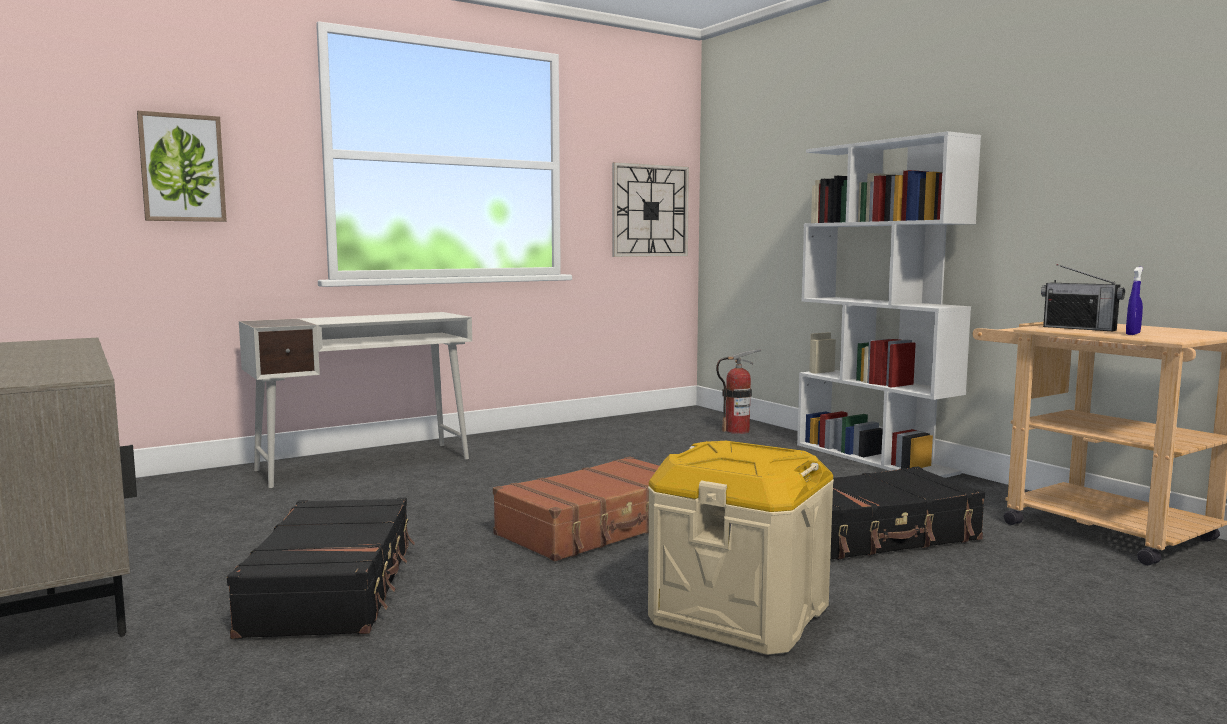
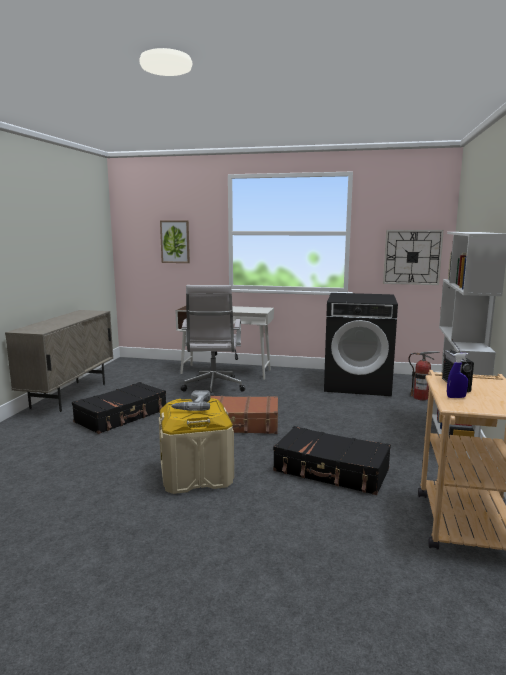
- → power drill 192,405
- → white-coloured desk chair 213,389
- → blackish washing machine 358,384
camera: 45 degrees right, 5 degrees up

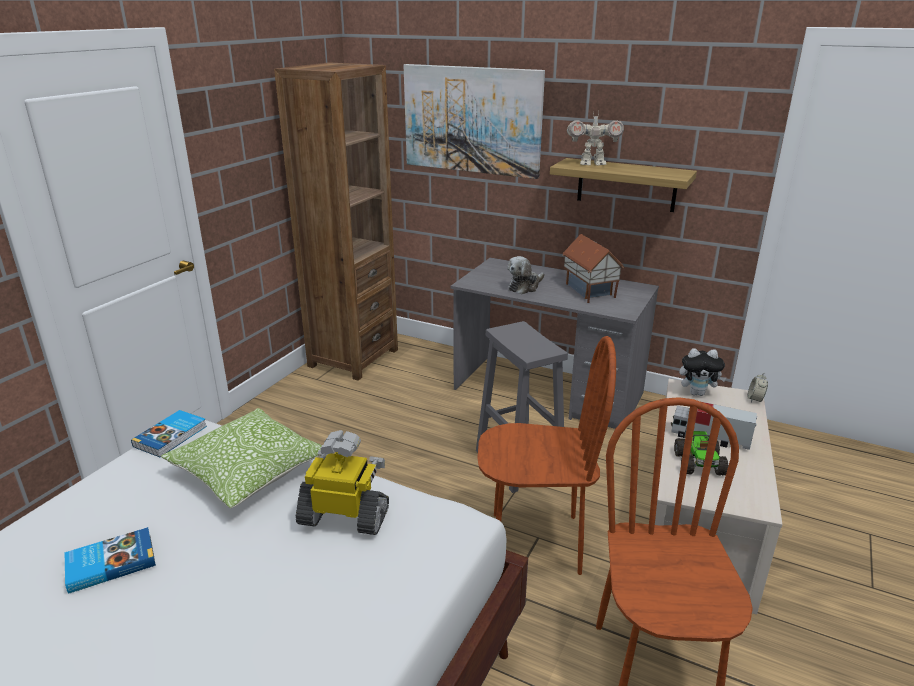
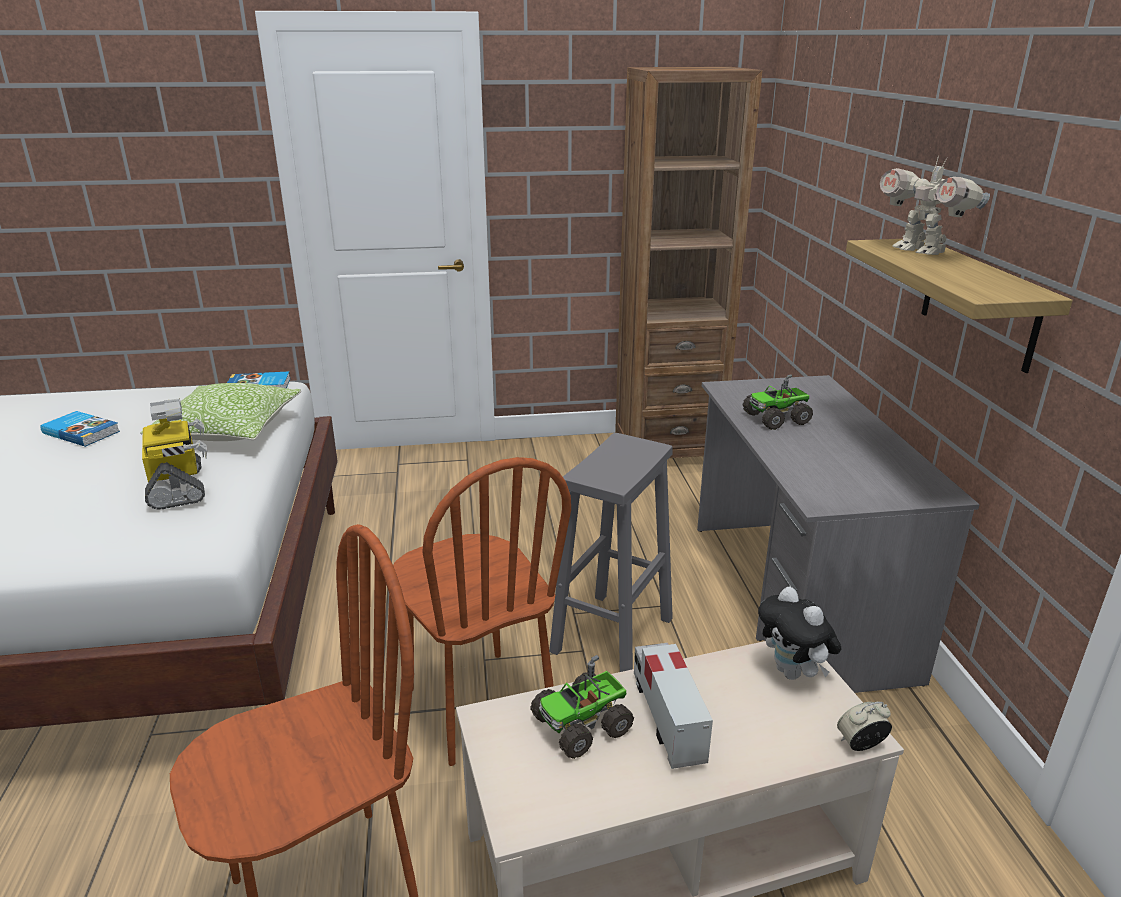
wall art 472,120 → -
miniature house 588,291 → -
cuddly toy 525,287 → toy lorry 777,418
camera: 55 degrees right, 0 degrees up

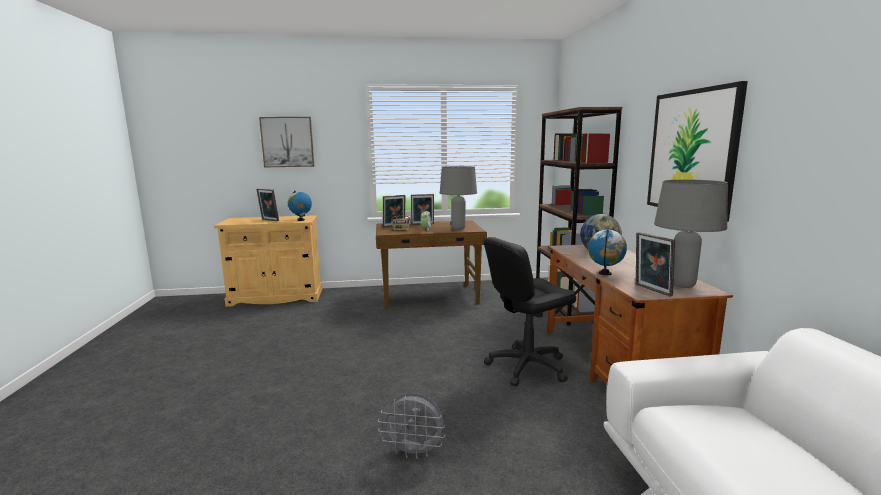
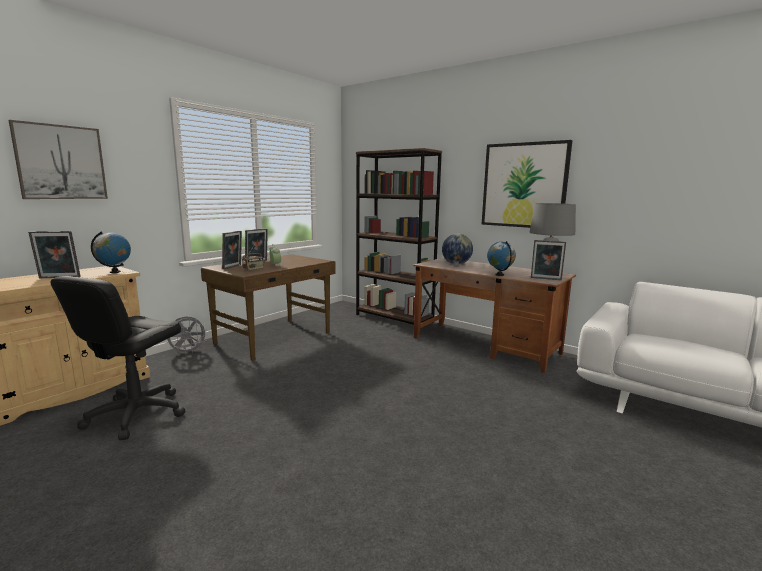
greyish lamp for a table 458,229 → -
greyish fan 414,452 → greyish fan 188,352, shifted
blackish desk chair 527,366 → blackish desk chair 136,414, shifted
camera: 45 degrees left, 0 degrees up

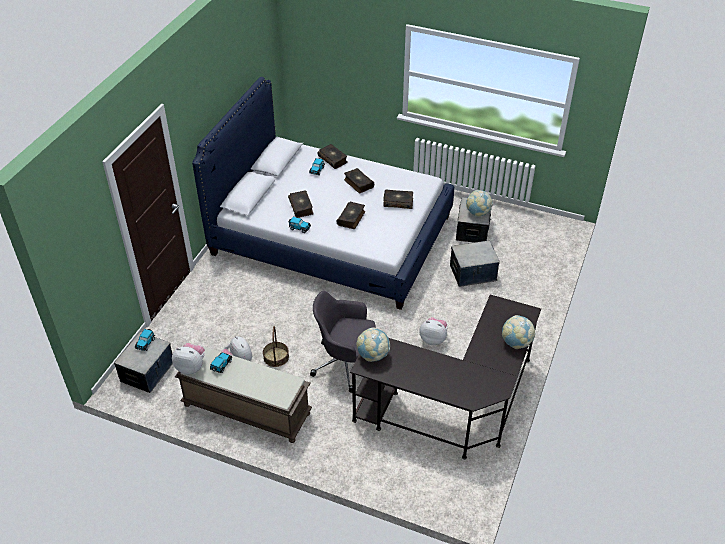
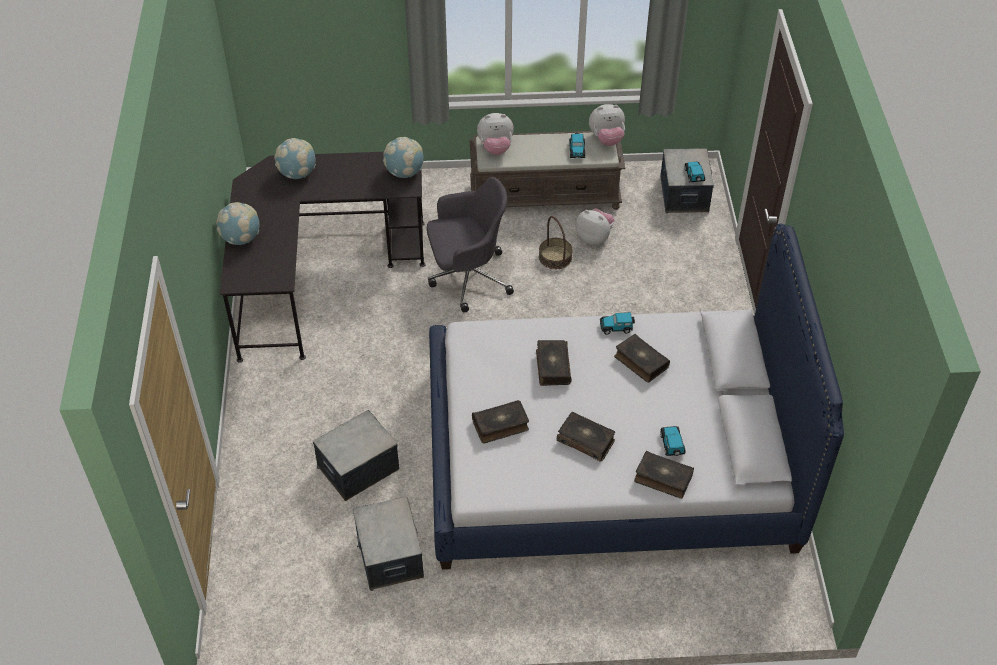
cuddly toy 433,339 → cuddly toy 495,148, shifted
desk globe 478,213 → desk globe 297,174, shifted
camera: 155 degrees right, 5 degrees up

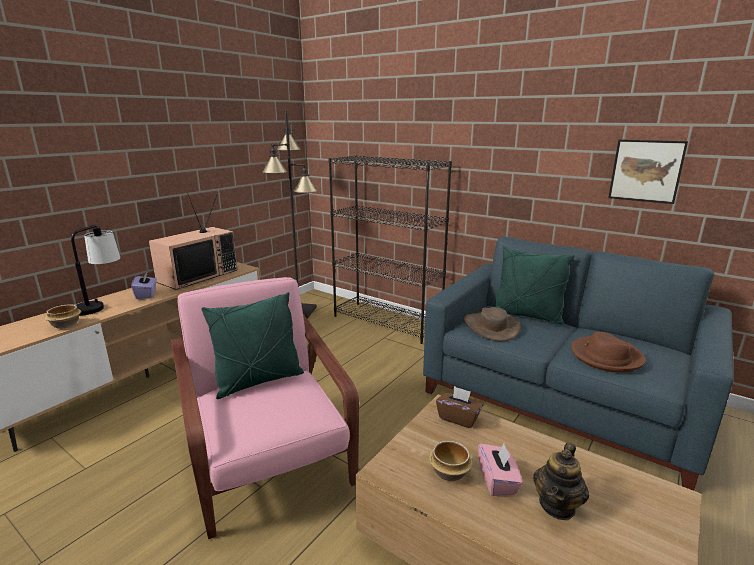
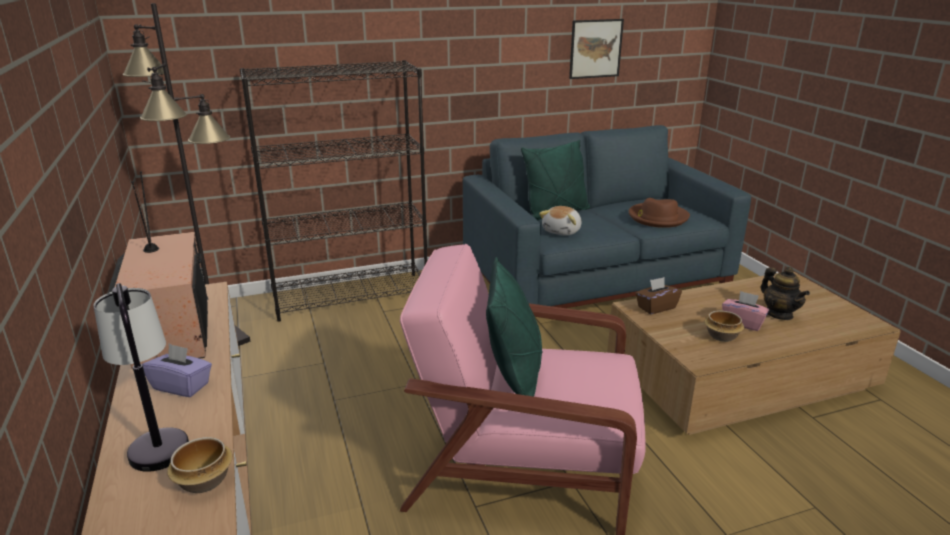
brownish wearable hat 491,327 → cuddly toy 562,231
camera: 55 degrees left, 5 degrees up

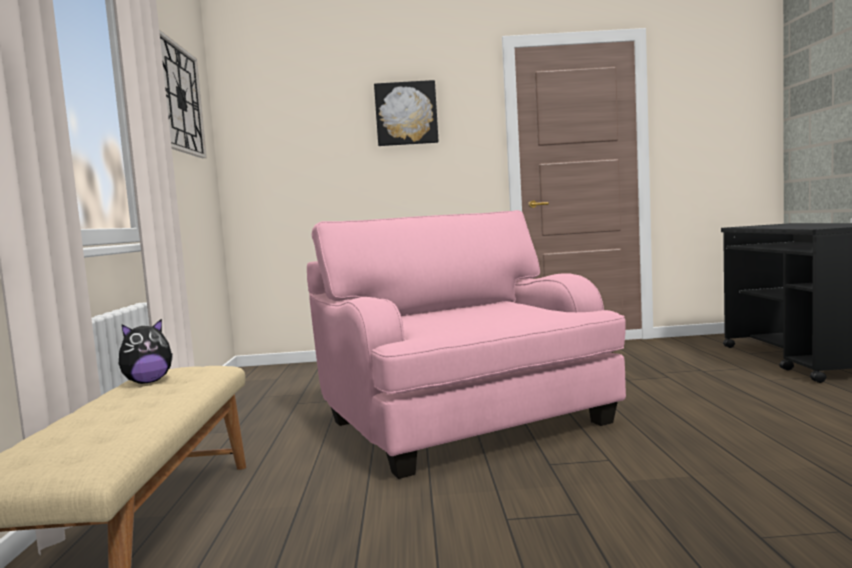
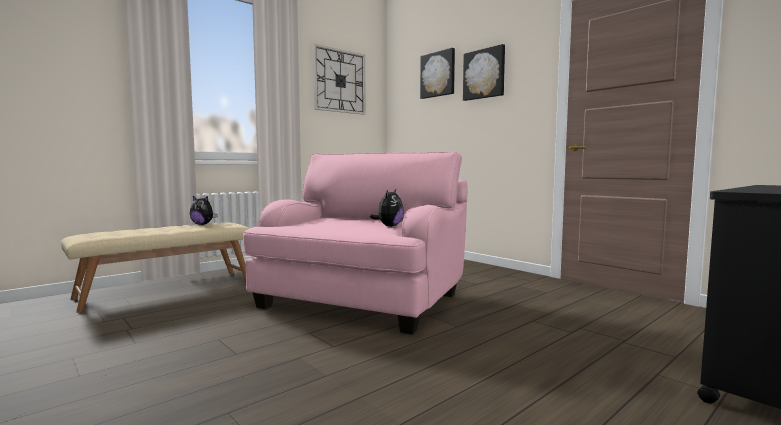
- → cuddly toy 389,226
- → wall art 438,74
camera: 50 degrees right, 0 degrees up

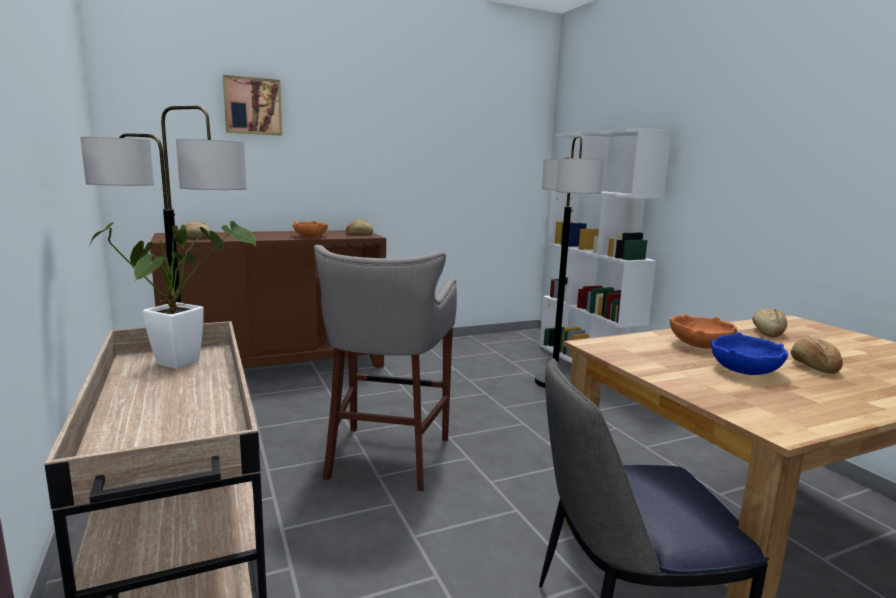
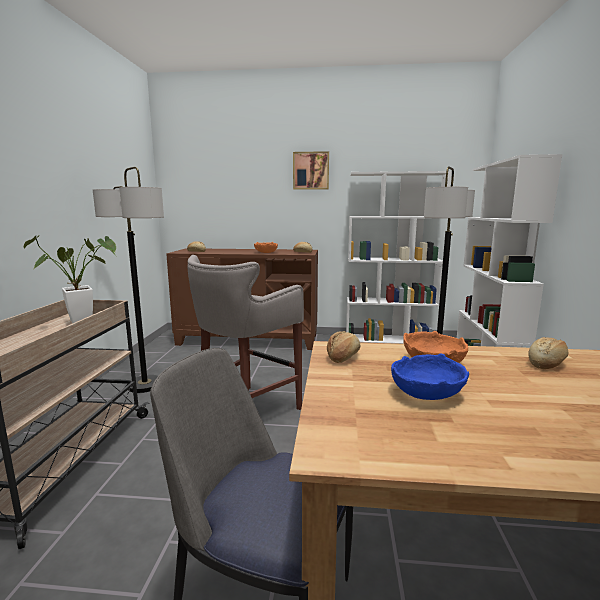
- → white-coloured bookshelf 390,340
wall art 252,106 → wall art 311,171, shifted
bread 813,367 → bread 342,357, shifted
camera: 30 degrees right, 0 degrees up

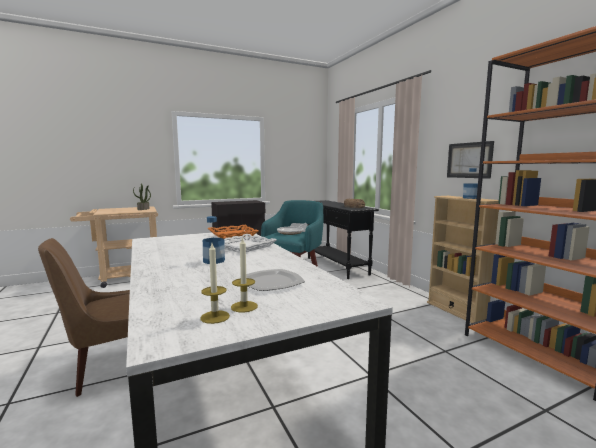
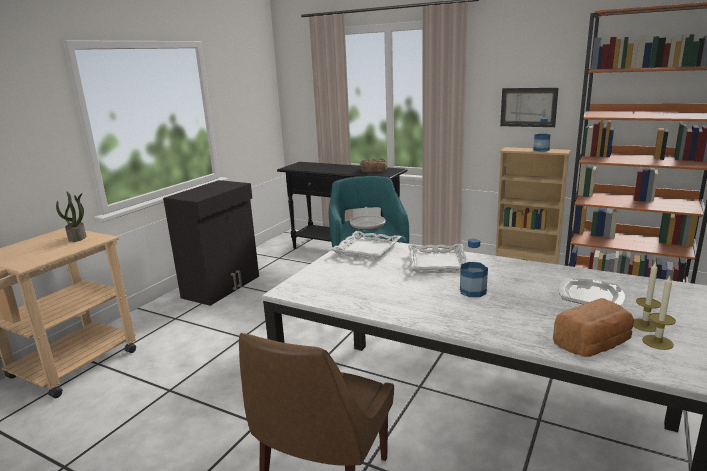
- → bread 593,345
orange-coloured tray 232,234 → white-coloured tray 366,249
camera: 35 degrees left, 10 degrees up

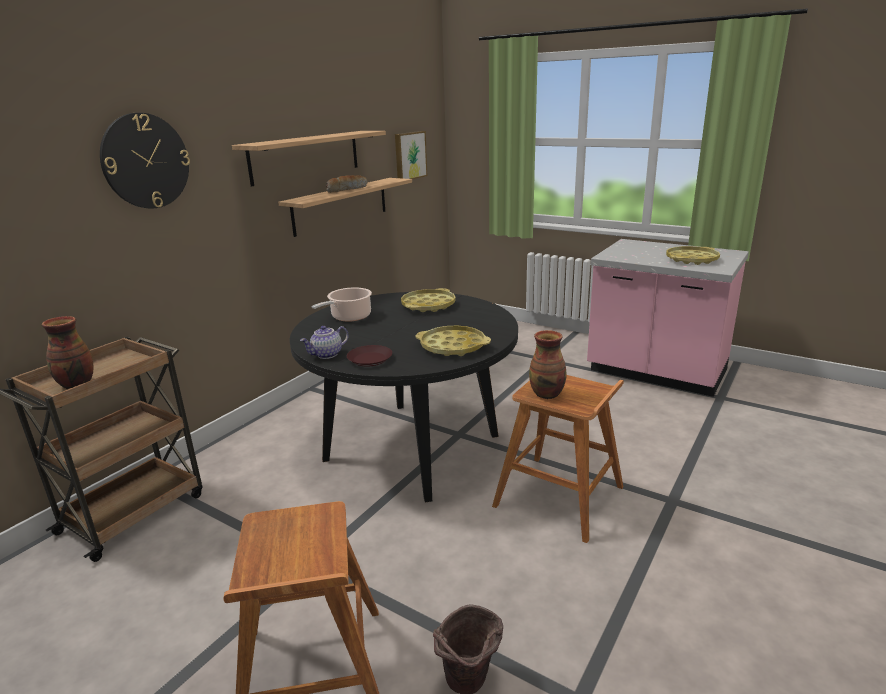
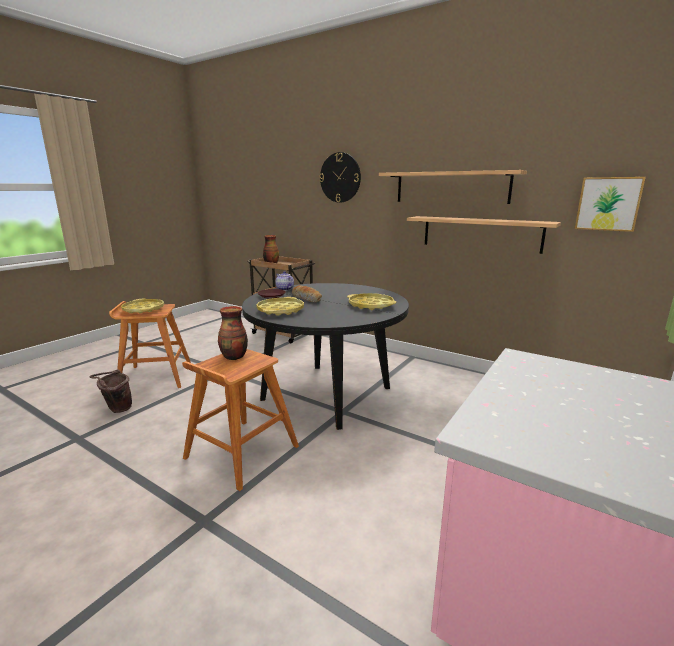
cooking pot 349,317 → -
bread 347,189 → bread 307,299, shifted
yellow-coloured tray 692,259 → yellow-coloured tray 143,309, shifted
camera: 90 degrees right, 5 degrees down

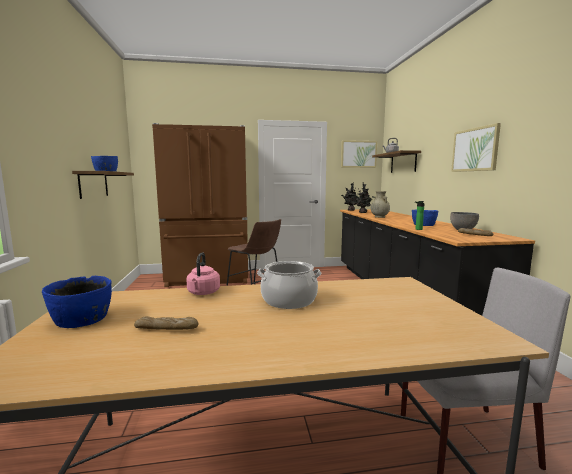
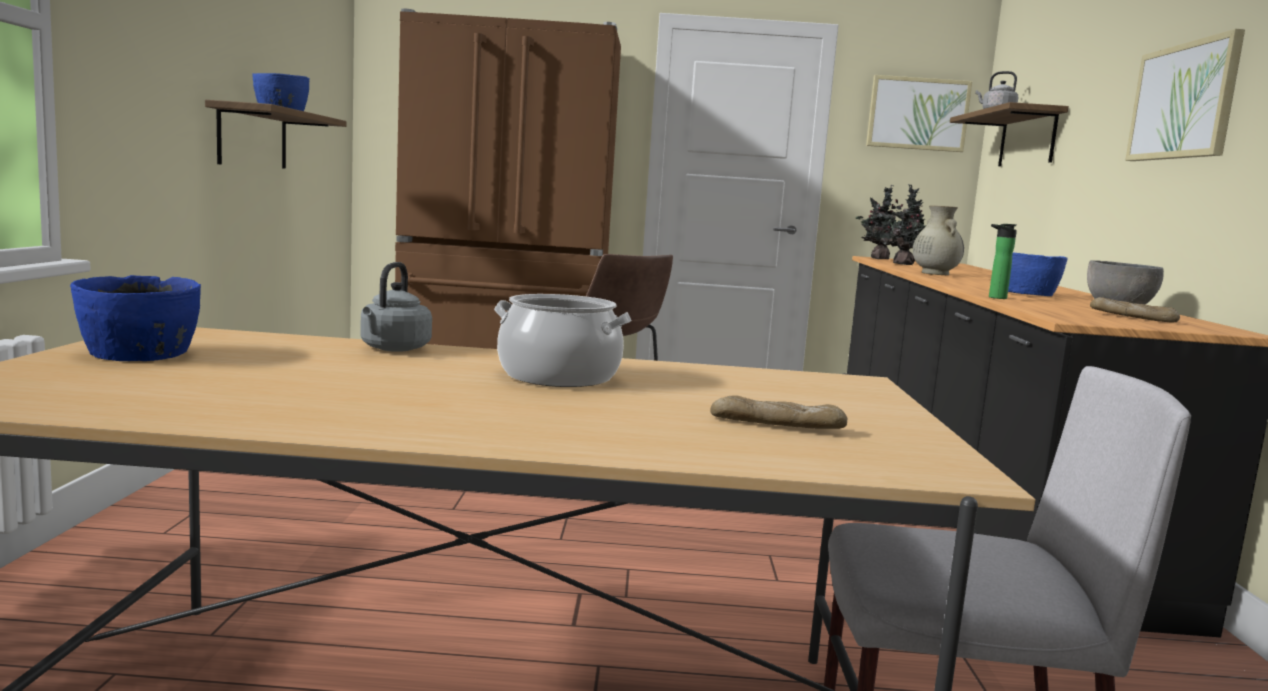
bread 166,329 → bread 776,426, shifted
pink water kettle 203,293 → greyish water kettle 393,349
camera: 10 degrees right, 0 degrees up

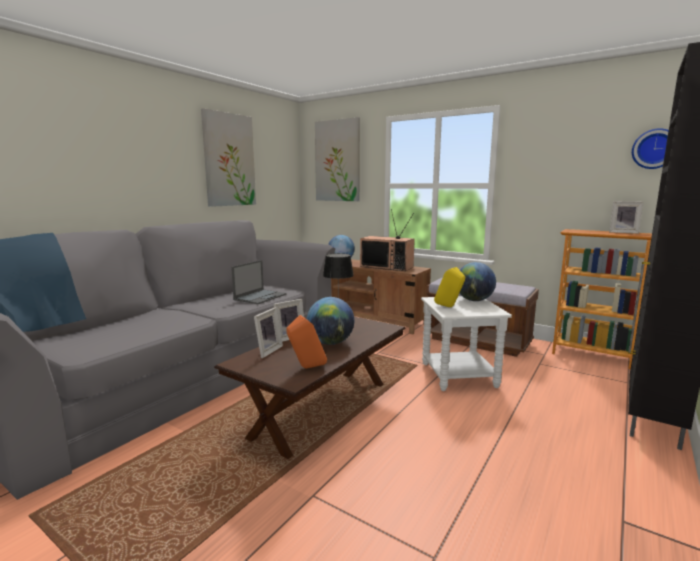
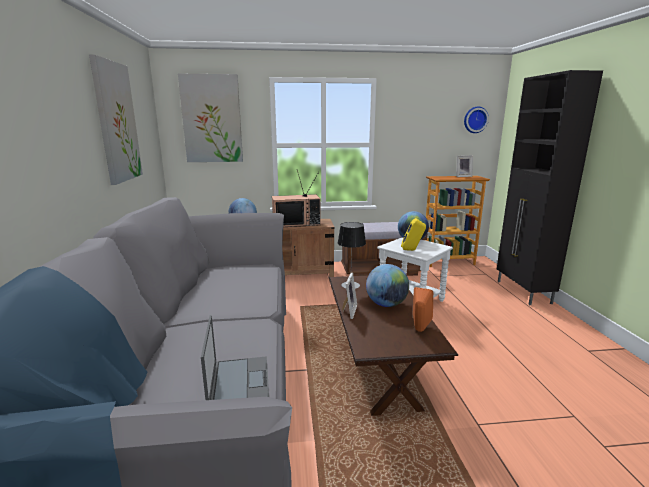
picture frame 267,351 → -
portable computer 260,297 → portable computer 239,382, shifted
camera: 40 degrees left, 5 degrees up

